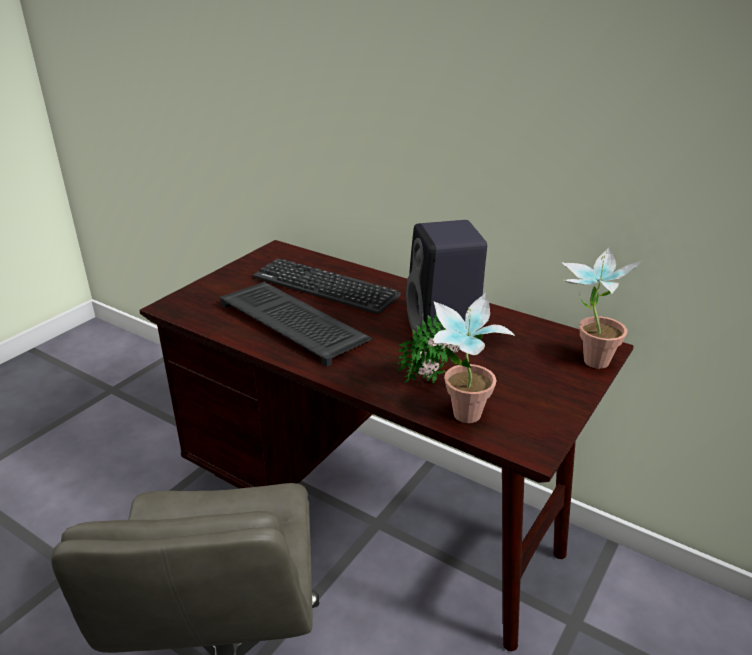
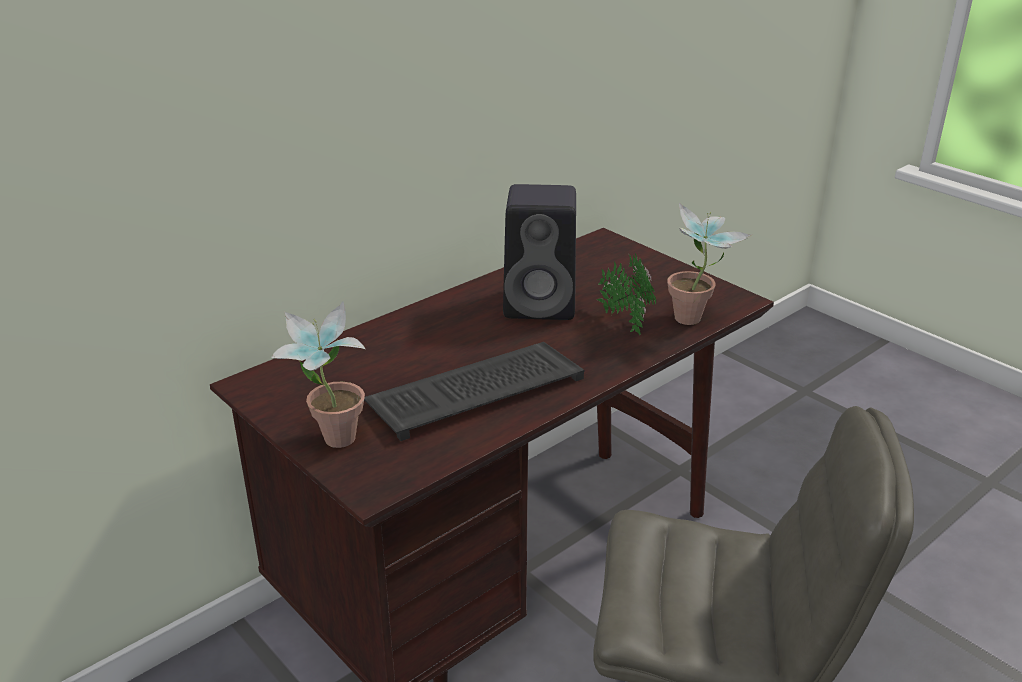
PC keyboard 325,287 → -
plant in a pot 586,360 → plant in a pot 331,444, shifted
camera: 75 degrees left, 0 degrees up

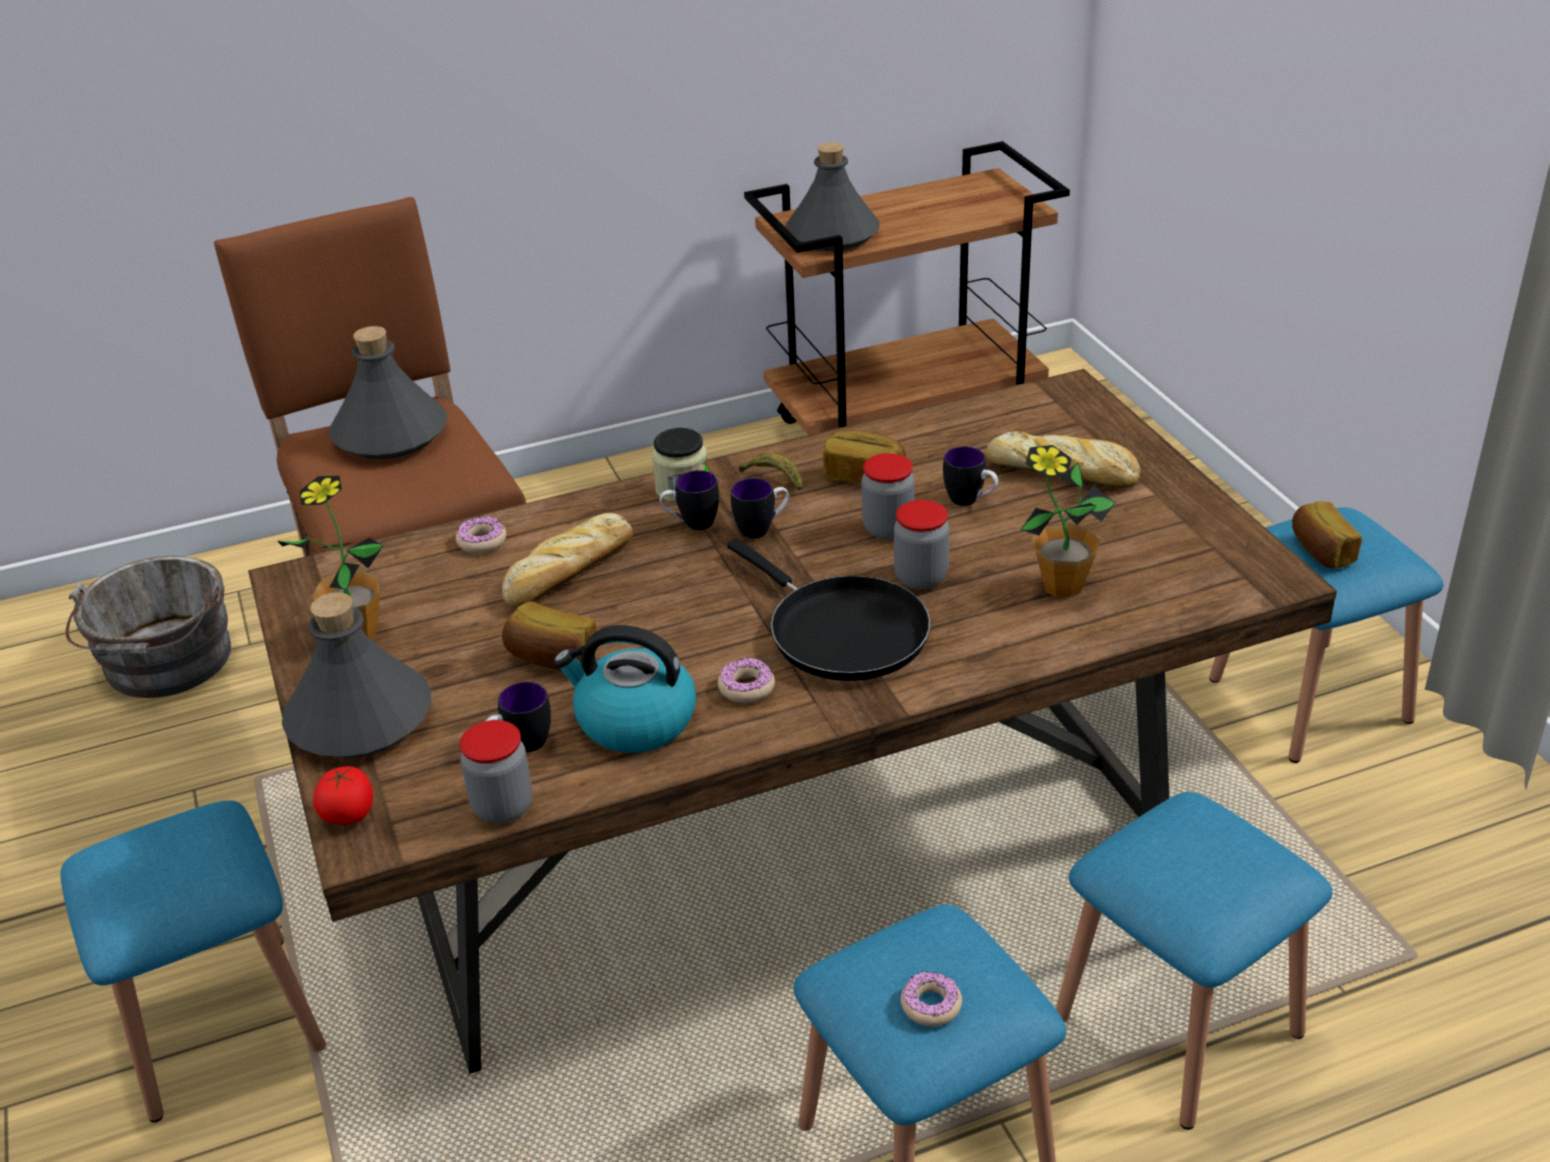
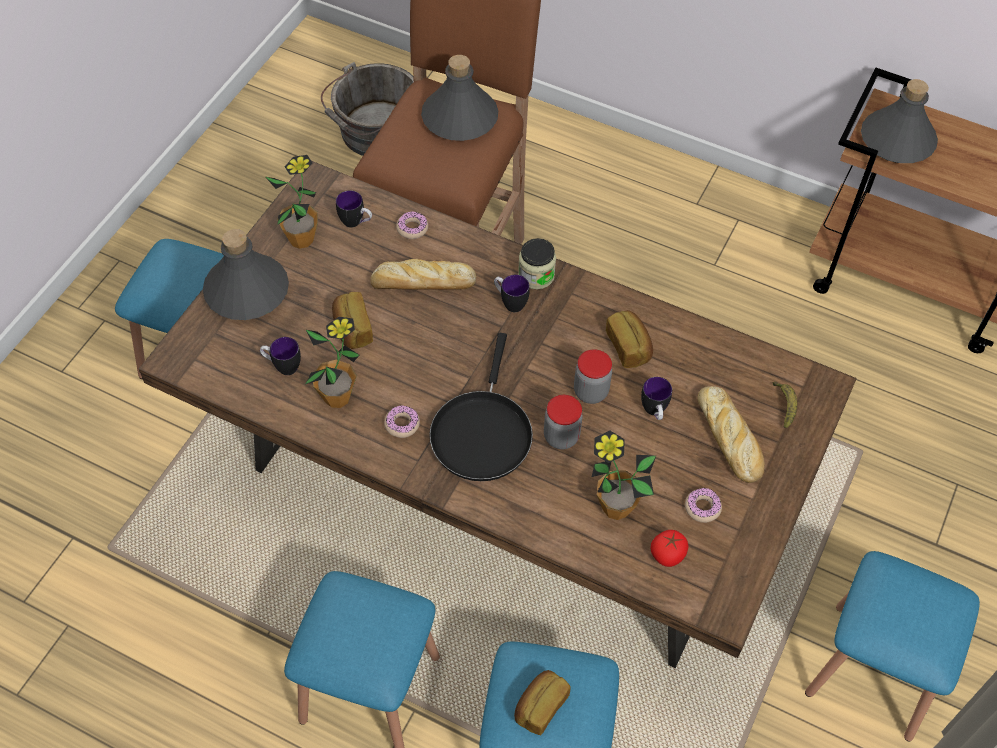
preserve jar 502,807 → -
fresh tomato 348,814 → fresh tomato 667,554, shifted
mug 762,529 → mug 356,223, shifted
whole banana 774,478 → whole banana 784,406, shifted
donut 931,1005 → donut 702,508, shifted
bread 1320,551 → bread 540,706, shifted
water kettle 634,721 → plant in a pot 337,397
camera: 45 degrees right, 20 degrees up

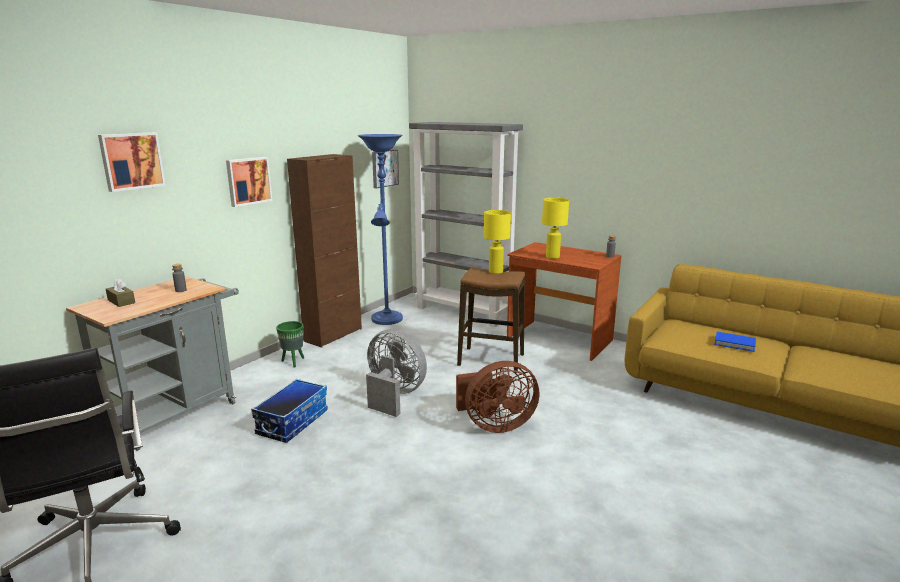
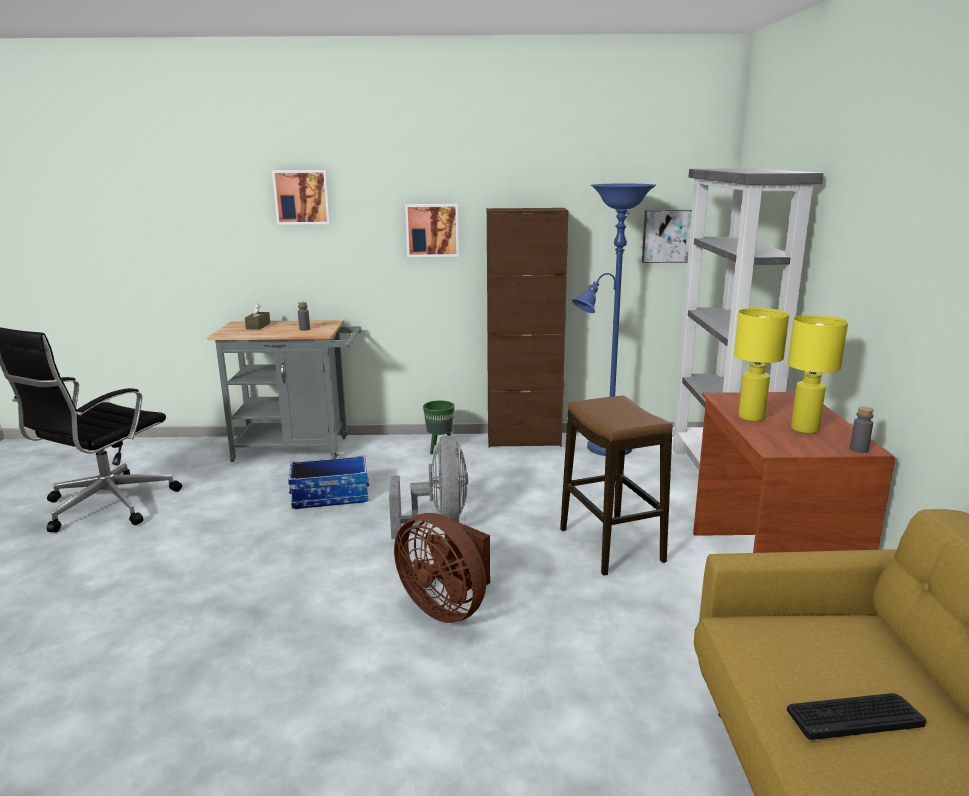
yellow-coloured lamp for a table 496,272 → yellow-coloured lamp for a table 804,429, shifted
bluish book 734,343 → PC keyboard 853,716
camera: 55 degrees right, 0 degrees up

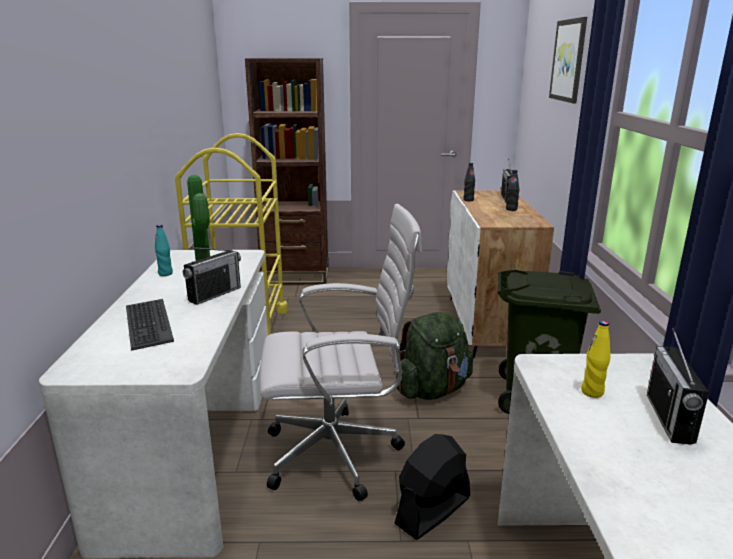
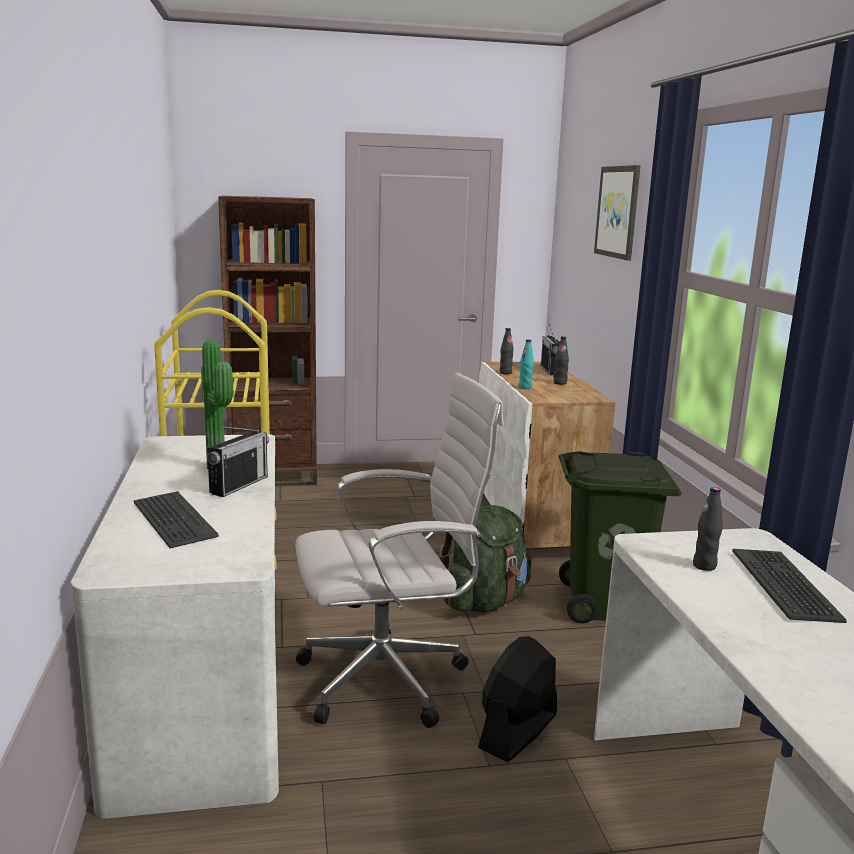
turquoise drink bottle 165,274 → turquoise drink bottle 525,387, shifted
radio receiver 669,418 → PC keyboard 785,585
yellow-coloured drink bottle 592,392 → blackish drink bottle 704,566
camera: 10 degrees left, 5 degrees down

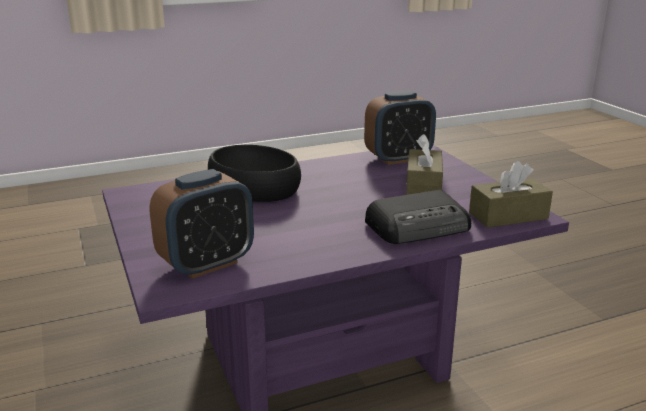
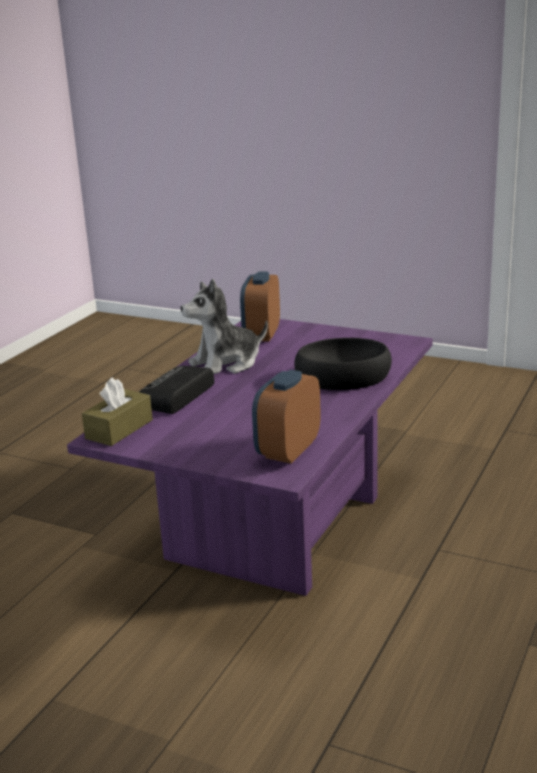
brownish tissue box 423,185 → -
- → cuddly toy 225,364
camera: 140 degrees right, 0 degrees up

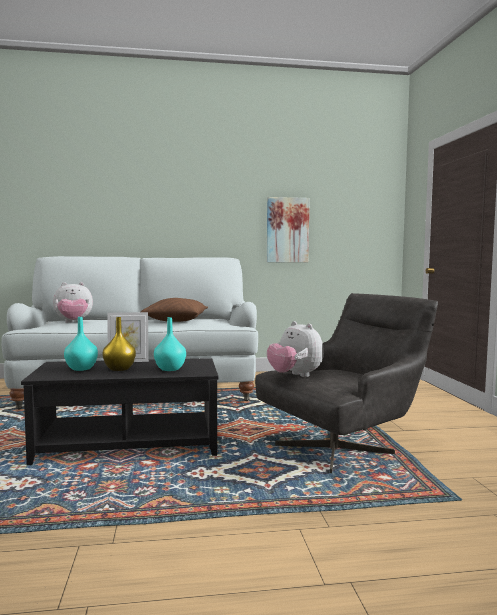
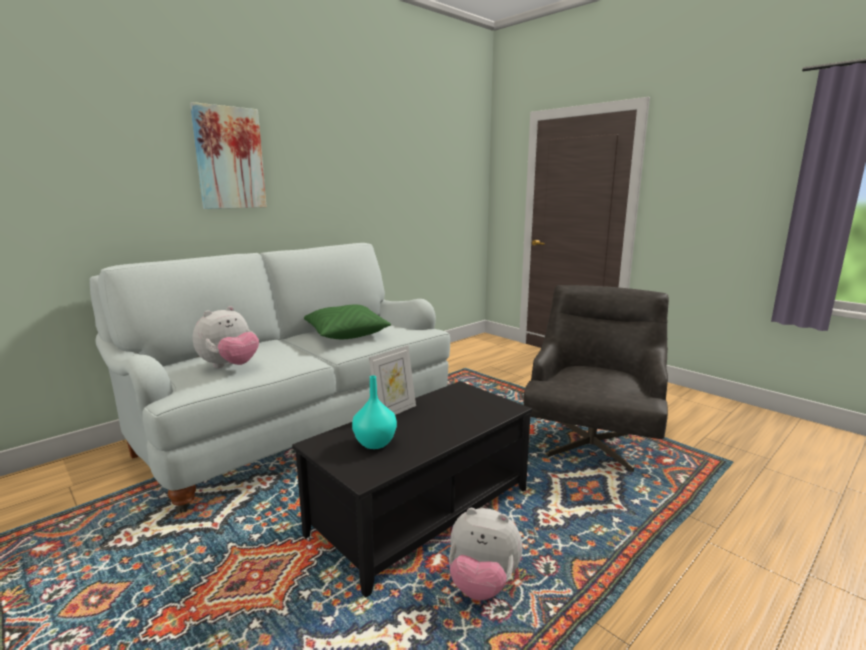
yellow-coloured flower vase 119,369 → -
turquoise flower vase 170,369 → -
wall art 287,230 → wall art 229,158, shifted
cuddly toy 295,376 → cuddly toy 482,584, shifted
brownish cushion 176,320 → greenish cushion 345,334
camera: 35 degrees left, 10 degrees up

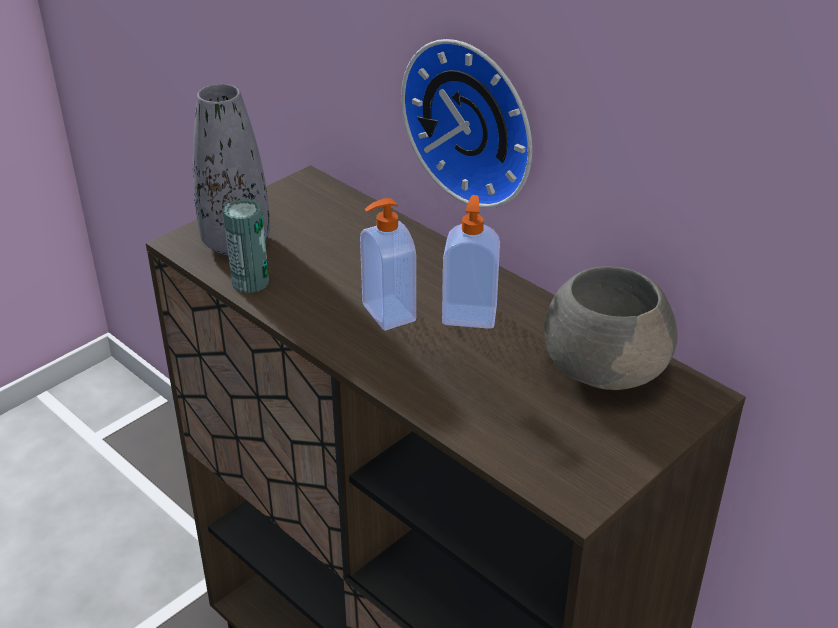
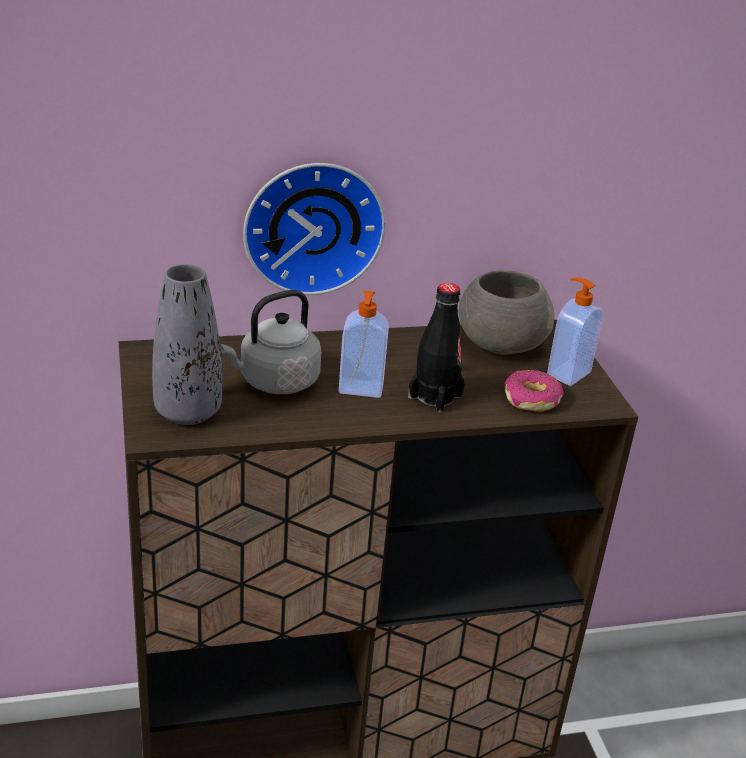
can 250,282 → -
- → greyish water kettle 275,382
- → blackish drink bottle 435,397
- → donut 532,399
soap dispenser 469,315 → soap dispenser 567,373, shifted
camera: 60 degrees left, 5 degrees down

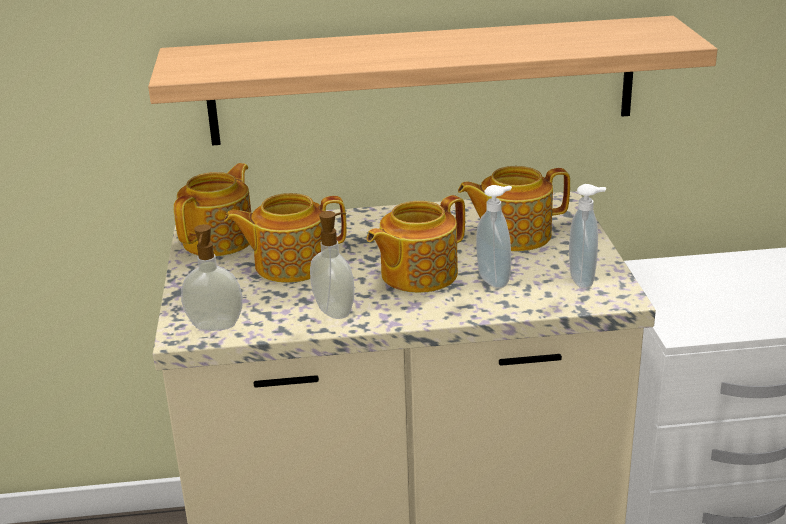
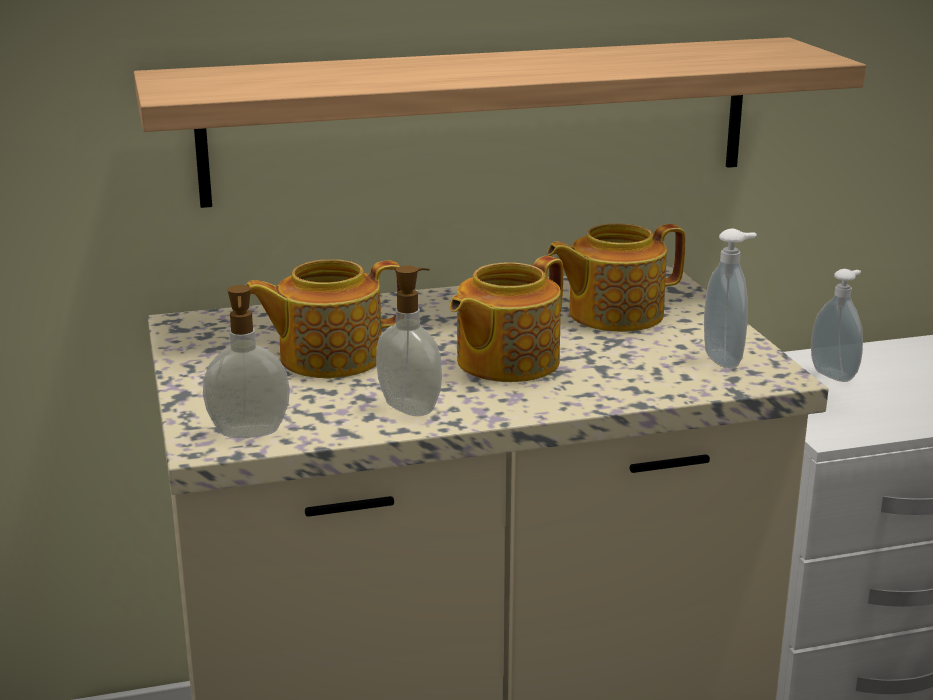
tea pot 220,240 → -
soap dispenser 495,280 → soap dispenser 835,375, shifted
camera: 10 degrees left, 5 degrees down

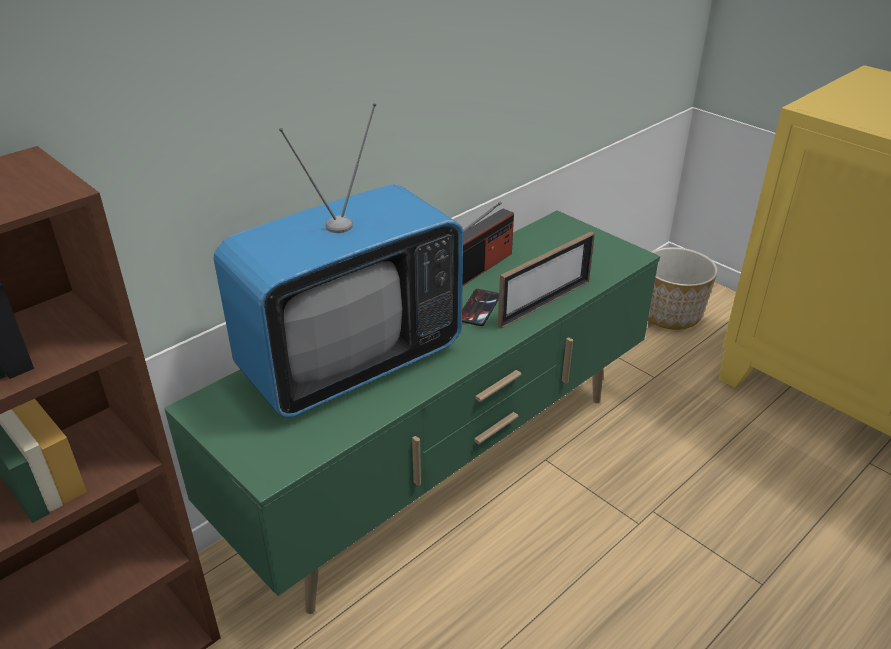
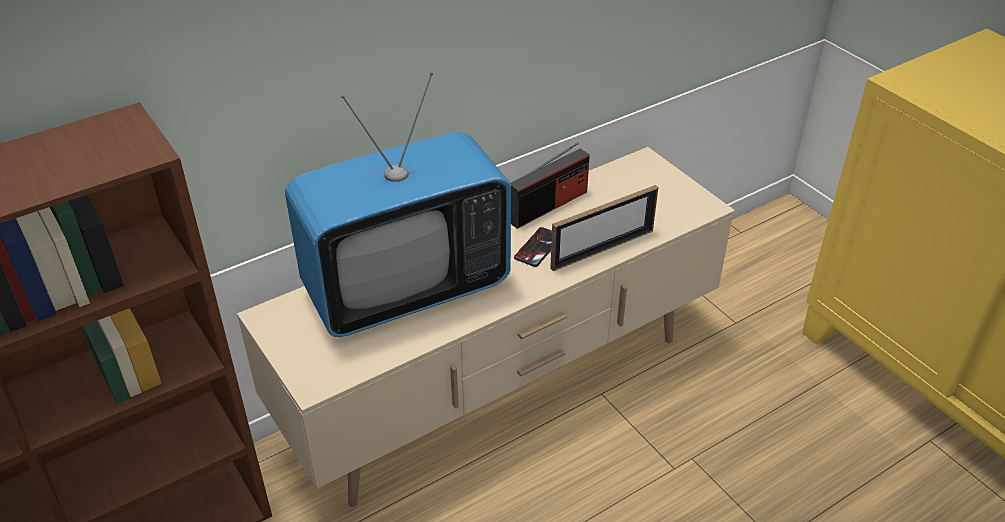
planter 670,314 → -
greenish tv unit 445,469 → sand-coloured tv unit 502,391
camera: 10 degrees right, 5 degrees up

